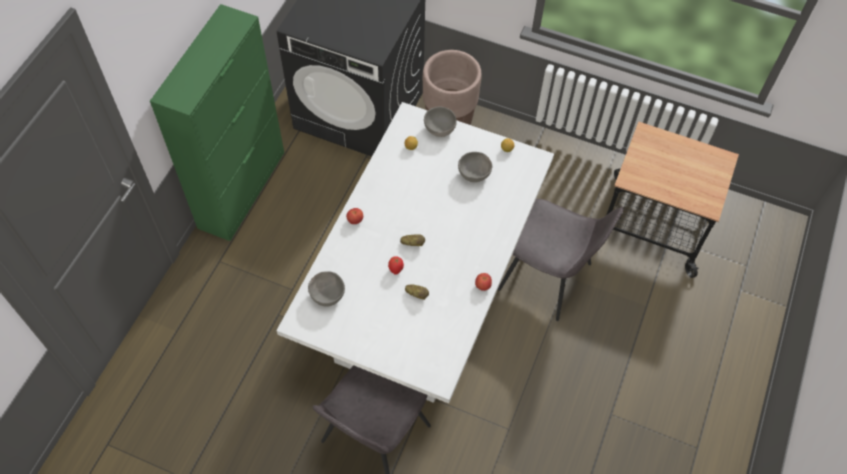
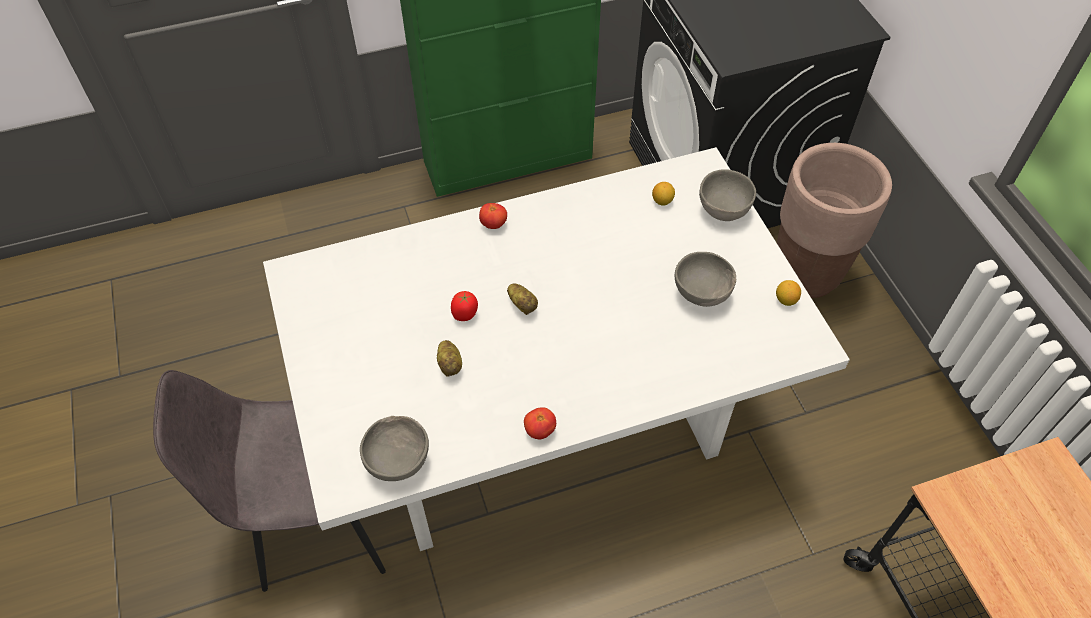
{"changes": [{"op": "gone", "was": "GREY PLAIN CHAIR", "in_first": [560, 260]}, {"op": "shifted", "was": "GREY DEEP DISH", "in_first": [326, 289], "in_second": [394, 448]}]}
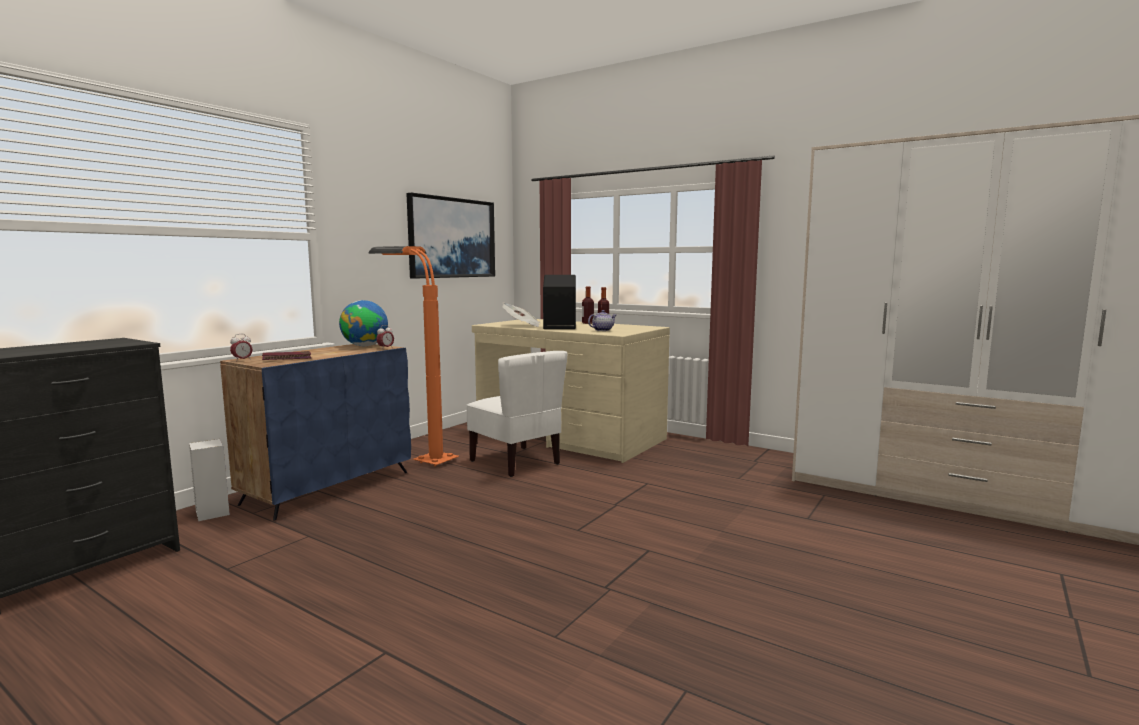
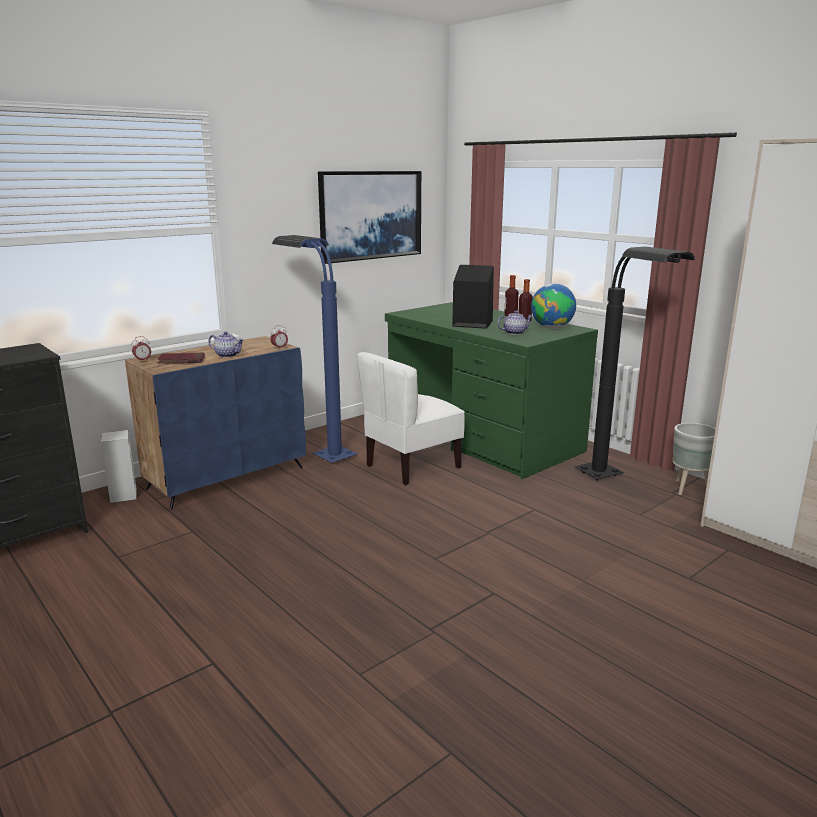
{"changes": [{"op": "repainted", "was": "ORANGE STANDARD LAMP", "now": "BLUE-COLOURED STANDARD LAMP", "in_first": [413, 356], "in_second": [314, 349]}, {"op": "shifted", "was": "DESK GLOBE", "in_first": [363, 323], "in_second": [553, 306]}, {"op": "gone", "was": "NEWSPAPER", "in_first": [521, 314]}, {"op": "repainted", "was": "BEIGE-COLOURED DESK", "now": "GREENISH DESK", "in_first": [571, 391], "in_second": [491, 390]}, {"op": "rotated", "was": "WHITISH PLAIN CHAIR", "in_first": [517, 414], "in_second": [411, 418], "clockwise": 75}, {"op": "new", "now": "BLACK STANDARD LAMP", "in_second": [635, 363]}, {"op": "new", "now": "TEAPOT", "in_second": [226, 345]}, {"op": "new", "now": "GREY FLOWER POT", "in_second": [694, 459]}]}
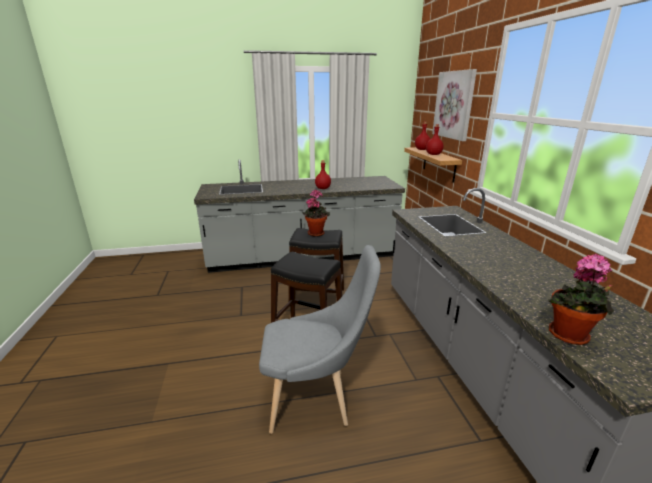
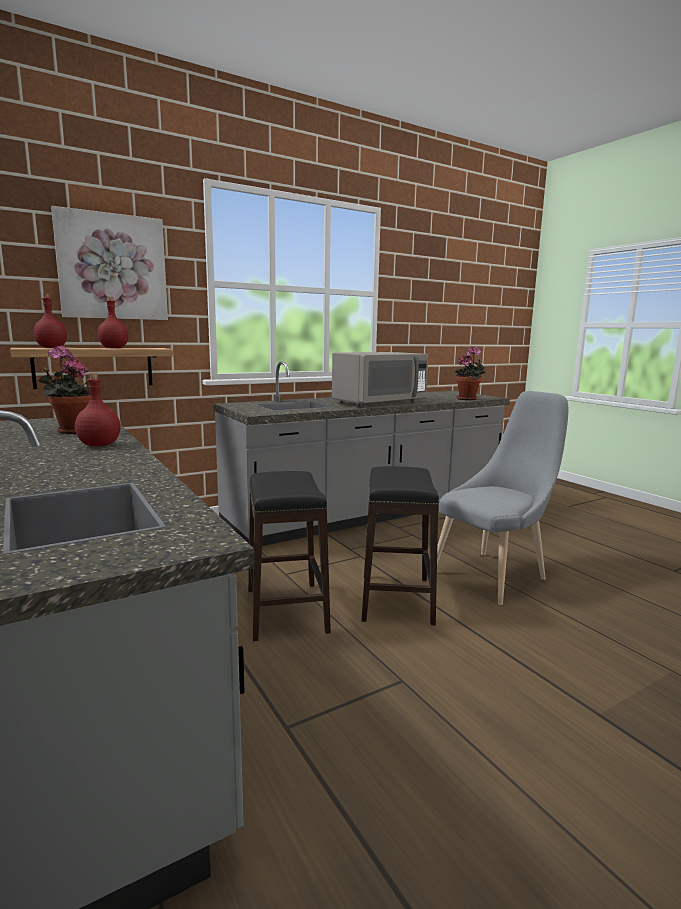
{"changes": [{"op": "shifted", "was": "PLANT IN A POT", "in_first": [316, 213], "in_second": [64, 389]}, {"op": "rotated", "was": "GREY PLAIN CHAIR", "in_first": [320, 339], "in_second": [502, 498], "clockwise": 75}, {"op": "new", "now": "GREY MICROWAVE OVEN", "in_second": [380, 379]}]}
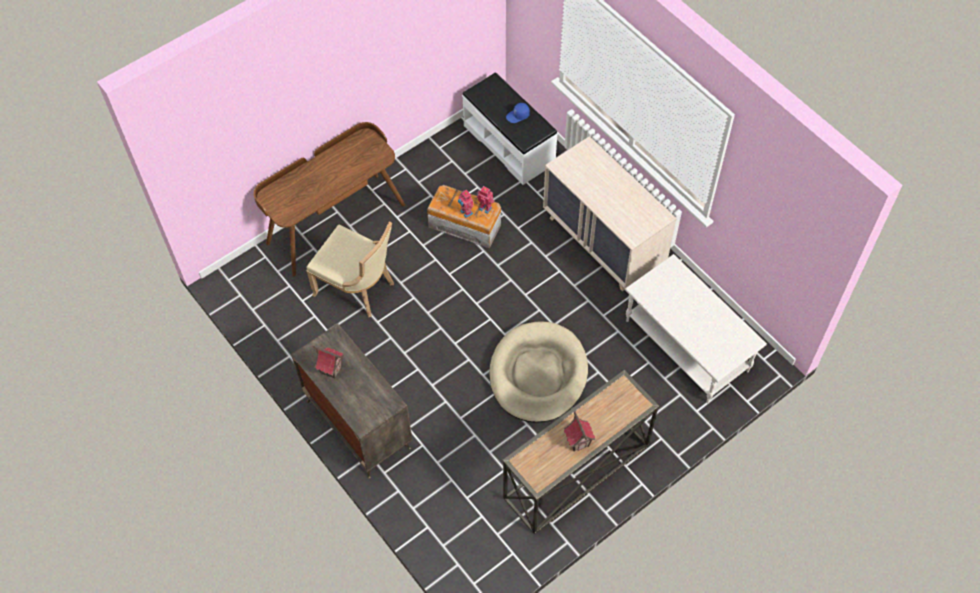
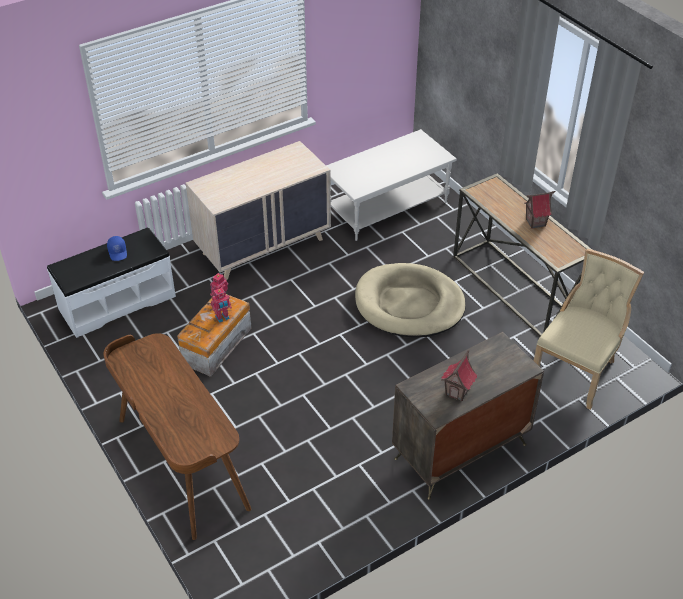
{"changes": [{"op": "shifted", "was": "BEIGE-COLOURED PLAIN CHAIR", "in_first": [350, 269], "in_second": [589, 329]}]}
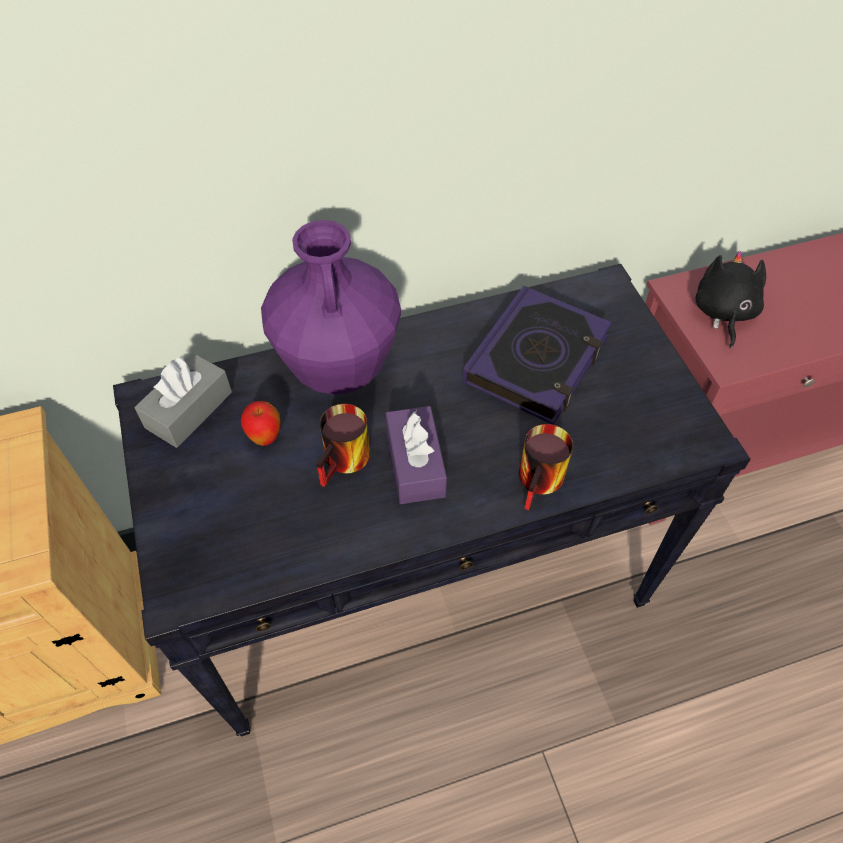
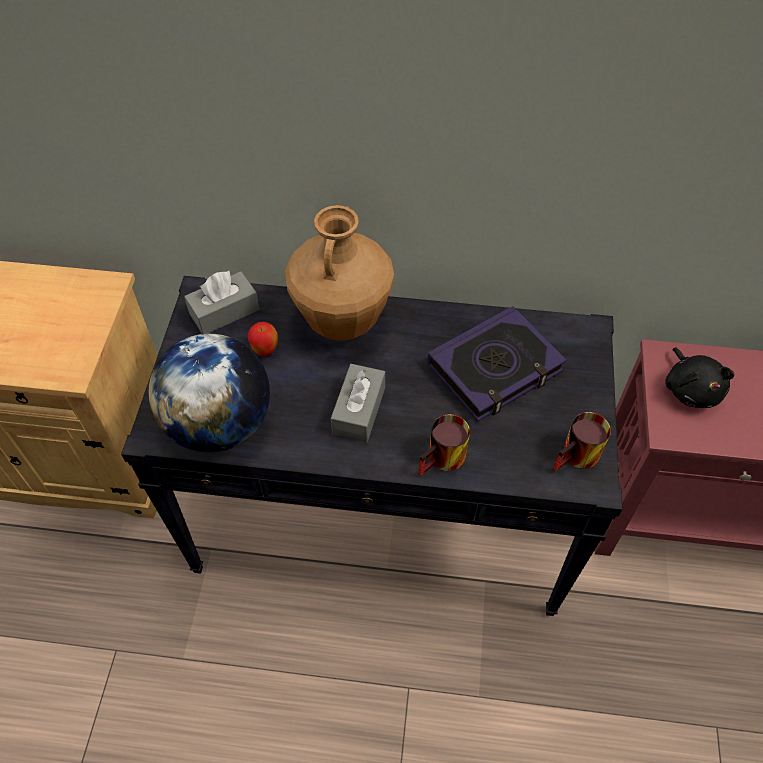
{"changes": [{"op": "repainted", "was": "PURPLE DECORATIVE VASE", "now": "BROWN-COLOURED DECORATIVE VASE", "in_first": [331, 307], "in_second": [339, 273]}, {"op": "rotated", "was": "BLACK SOFT TOY", "in_first": [731, 299], "in_second": [699, 377], "clockwise": 135}, {"op": "shifted", "was": "TEA MUG", "in_first": [343, 445], "in_second": [582, 441]}, {"op": "repainted", "was": "PURPLE TISSUE HOLDER", "now": "GREY TISSUE HOLDER", "in_first": [416, 455], "in_second": [358, 403]}, {"op": "new", "now": "DESK GLOBE", "in_second": [209, 393]}]}
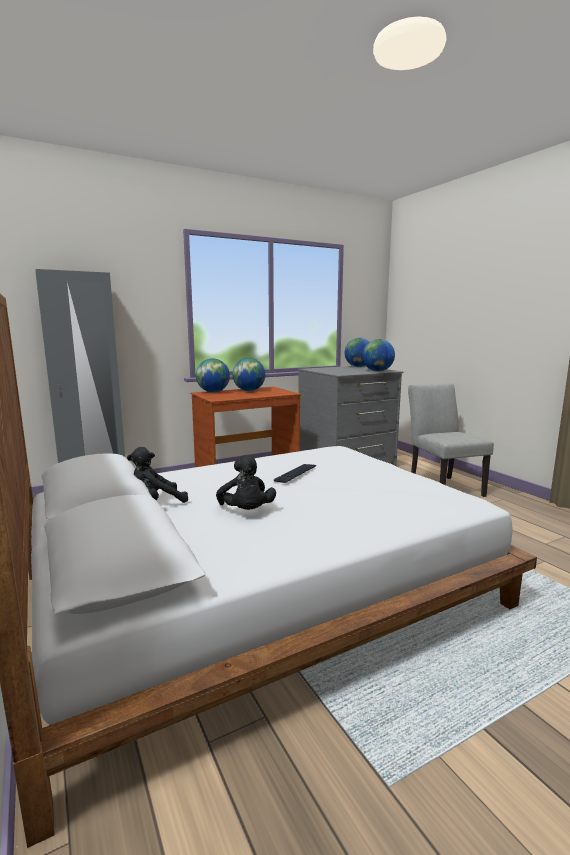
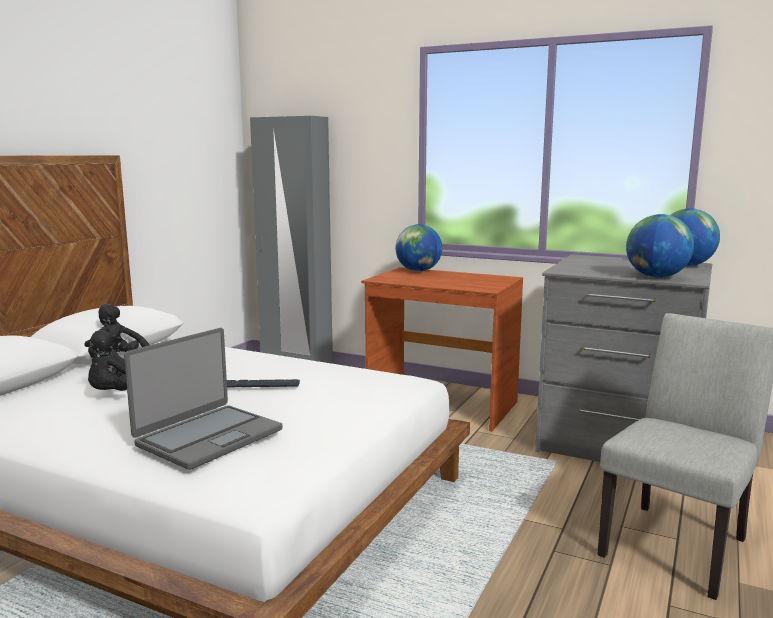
{"changes": [{"op": "gone", "was": "DESK GLOBE", "in_first": [248, 374]}, {"op": "new", "now": "PORTABLE COMPUTER", "in_second": [203, 399]}]}
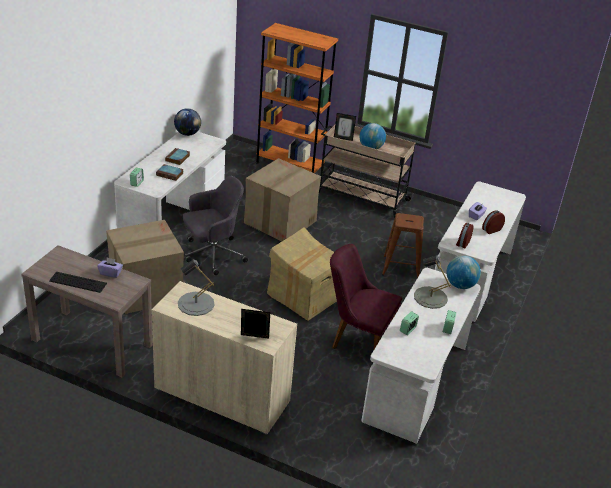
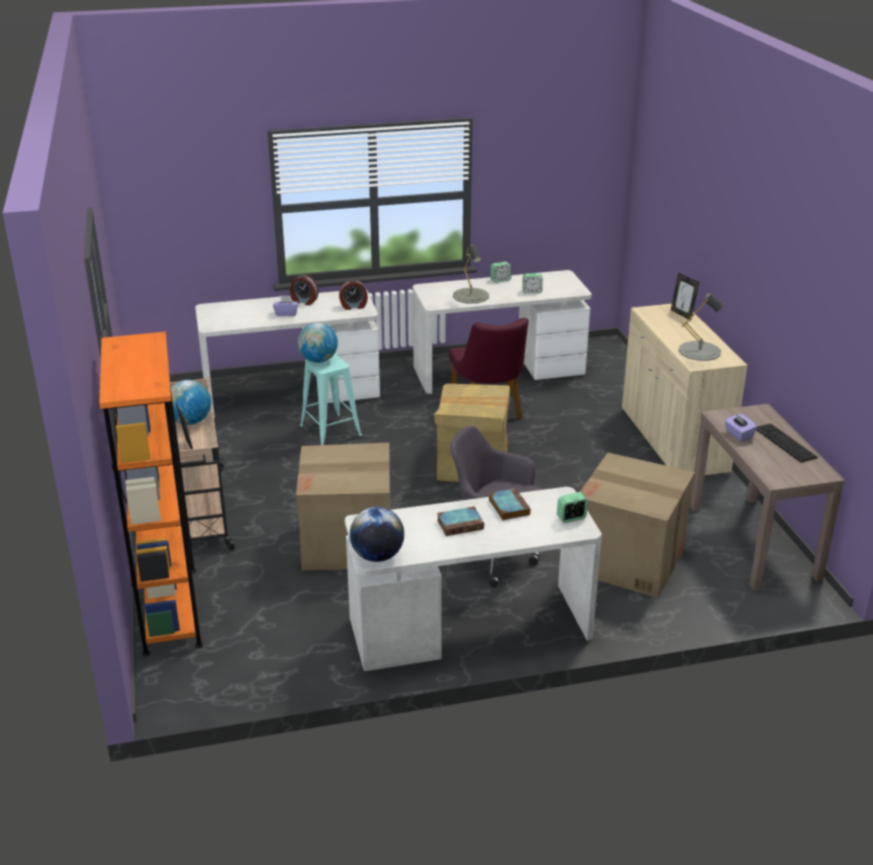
{"changes": [{"op": "repainted", "was": "BROWN-COLOURED STOOL", "now": "TURQUOISE STOOL", "in_first": [403, 245], "in_second": [331, 399]}, {"op": "shifted", "was": "DESK GLOBE", "in_first": [463, 272], "in_second": [318, 343]}]}
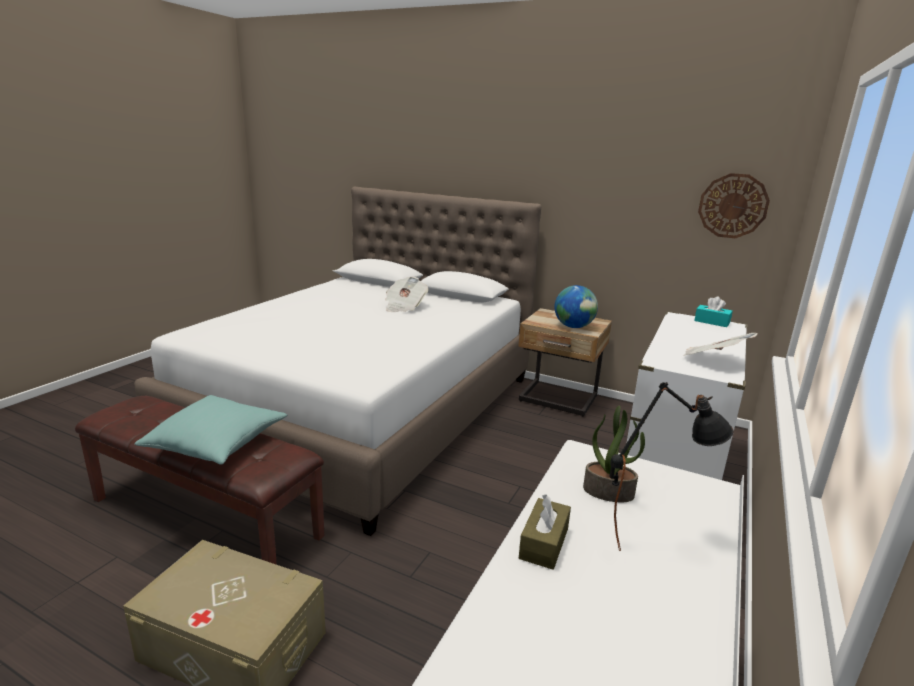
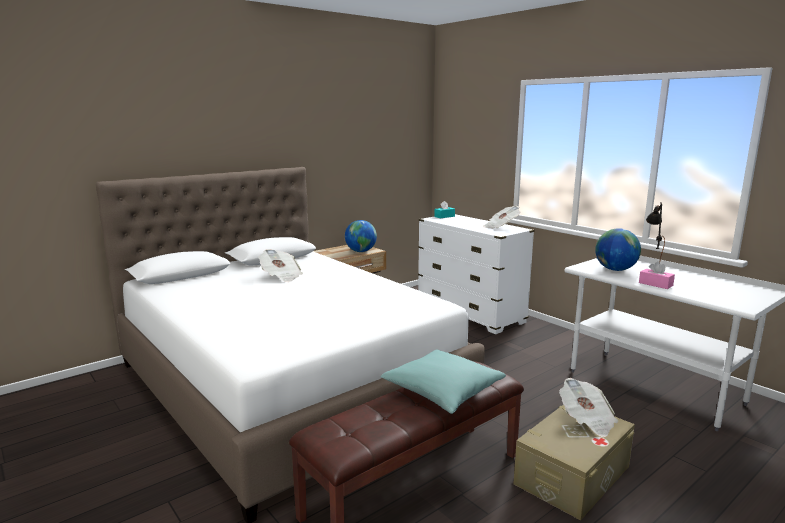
{"changes": [{"op": "gone", "was": "CLOCK ON THE WALL", "in_first": [734, 205]}, {"op": "swapped", "was": "PLANT IN A POT", "now": "DESK GLOBE", "in_first": [614, 454], "in_second": [618, 249]}, {"op": "repainted", "was": "BROWN-COLOURED TISSUE HOLDER", "now": "PINKISH TISSUE HOLDER", "in_first": [545, 532], "in_second": [657, 275]}, {"op": "new", "now": "NEWSPAPER", "in_second": [588, 408]}]}
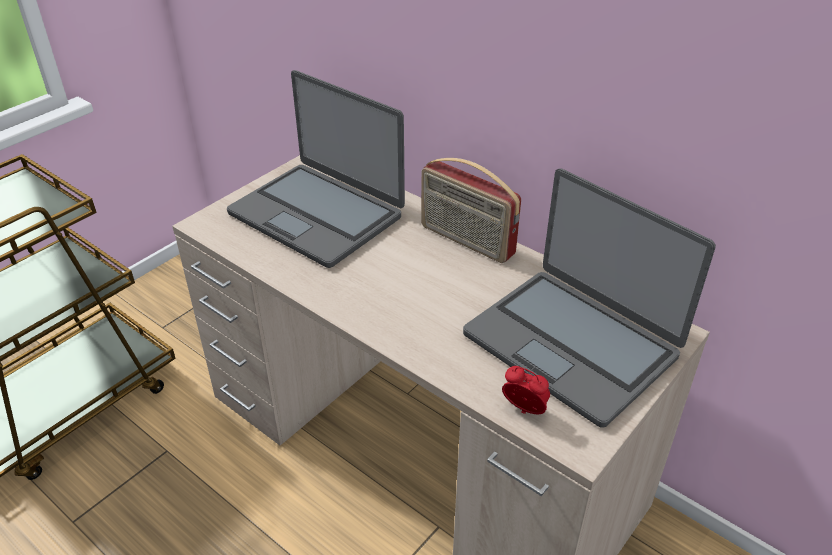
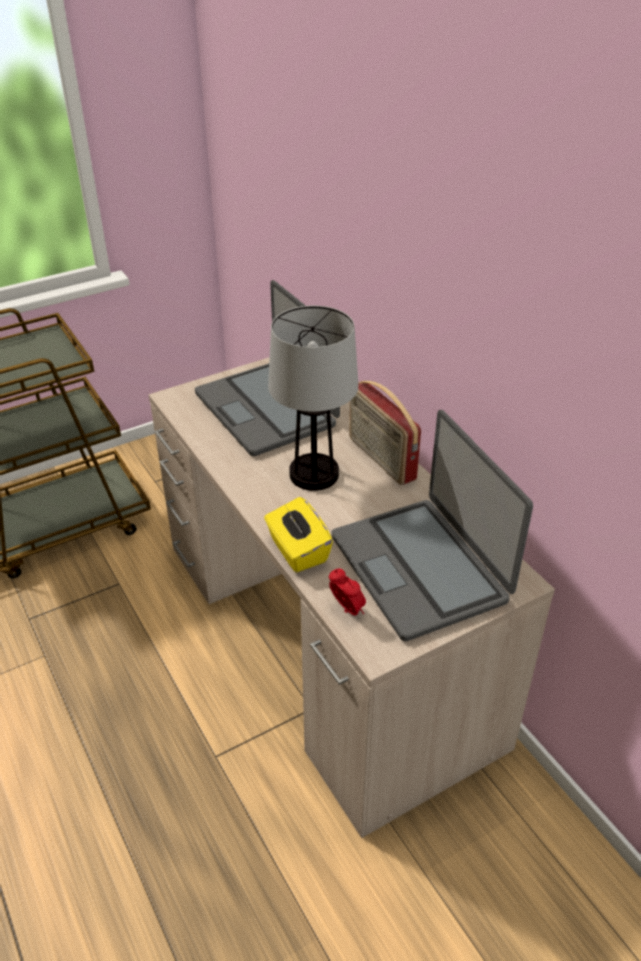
{"changes": [{"op": "new", "now": "LAMP FOR A TABLE", "in_second": [313, 398]}, {"op": "new", "now": "YELLOWISH TISSUE HOLDER", "in_second": [298, 535]}]}
